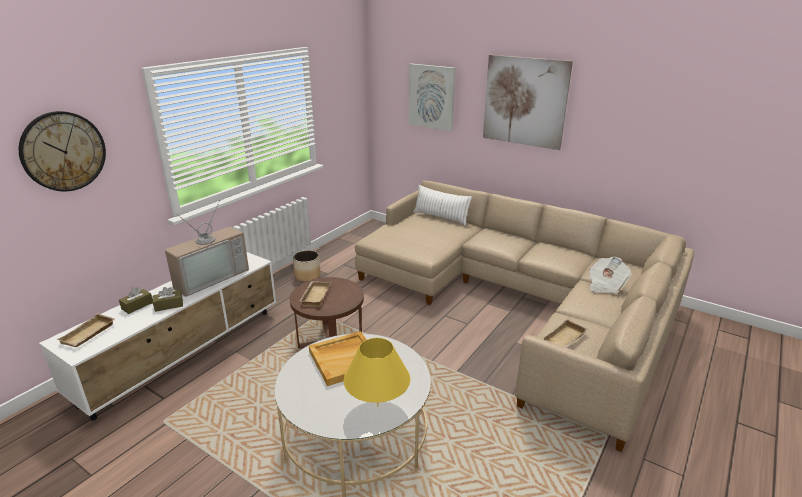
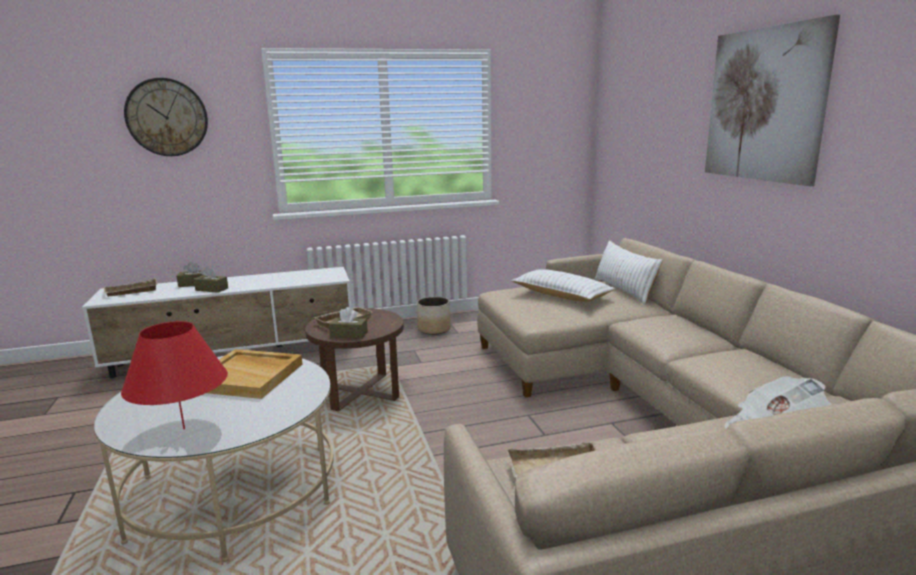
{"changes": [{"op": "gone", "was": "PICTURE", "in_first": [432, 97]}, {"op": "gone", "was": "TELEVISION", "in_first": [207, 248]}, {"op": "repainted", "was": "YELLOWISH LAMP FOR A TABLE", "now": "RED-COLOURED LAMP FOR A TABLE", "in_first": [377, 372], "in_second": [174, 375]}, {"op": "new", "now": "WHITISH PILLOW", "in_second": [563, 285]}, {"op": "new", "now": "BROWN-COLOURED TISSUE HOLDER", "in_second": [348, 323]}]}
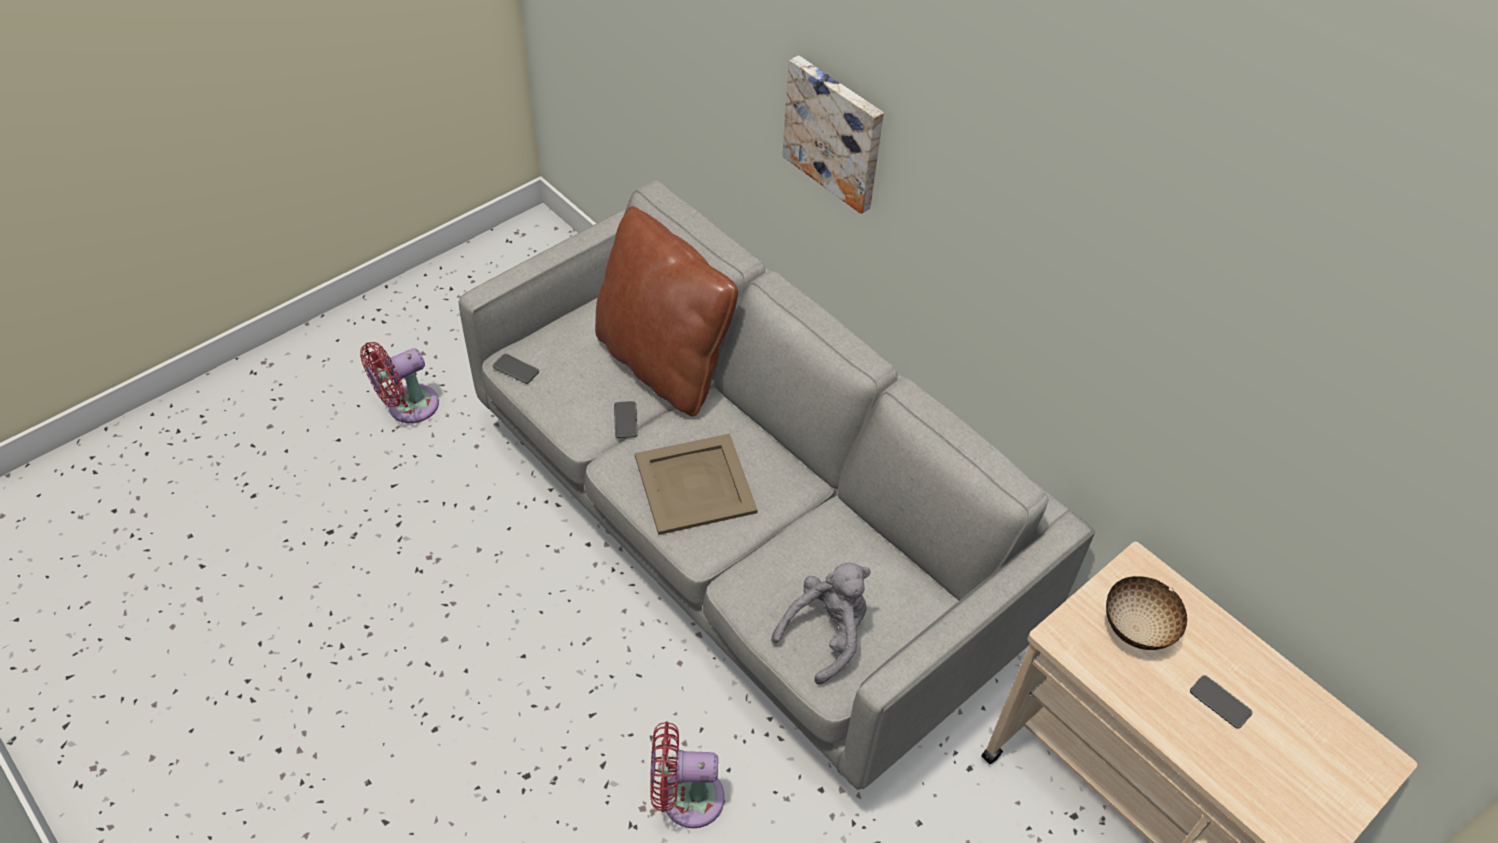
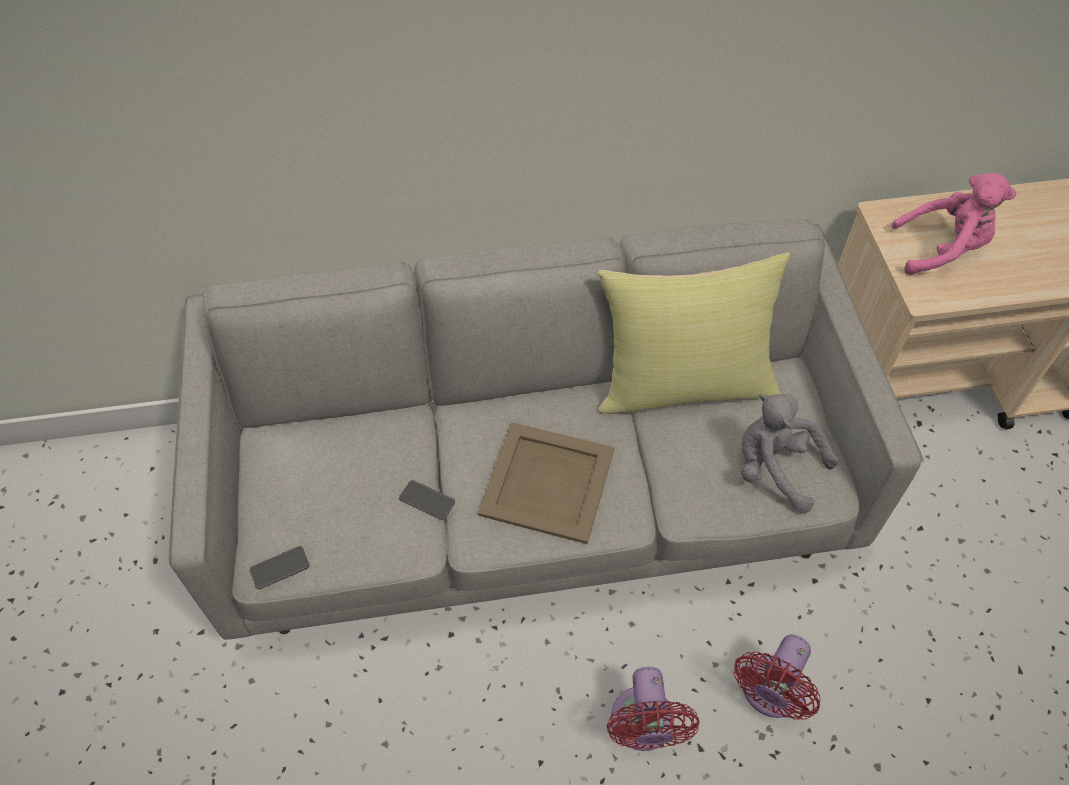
{"changes": [{"op": "gone", "was": "PICTURE", "in_first": [833, 134]}, {"op": "gone", "was": "BROWN-COLOURED PILLOW", "in_first": [666, 311]}, {"op": "shifted", "was": "RED-COLOURED COOLING FAN", "in_first": [399, 382], "in_second": [653, 709]}, {"op": "rotated", "was": "GREY SOFT TOY", "in_first": [821, 624], "in_second": [789, 453], "clockwise": -45}, {"op": "swapped", "was": "DEEP DISH", "now": "PINKISH SOFT TOY", "in_first": [1146, 613], "in_second": [953, 224]}, {"op": "gone", "was": "PHONE", "in_first": [1221, 702]}, {"op": "new", "now": "YELLOWISH PILLOW", "in_second": [693, 333]}]}
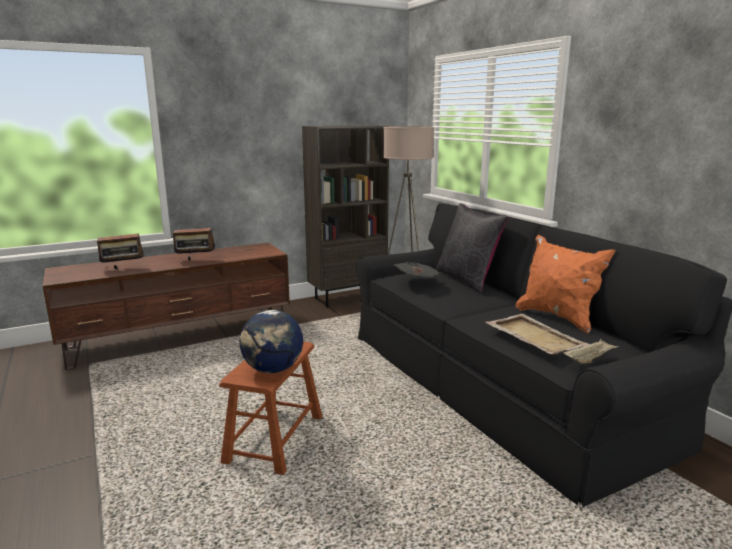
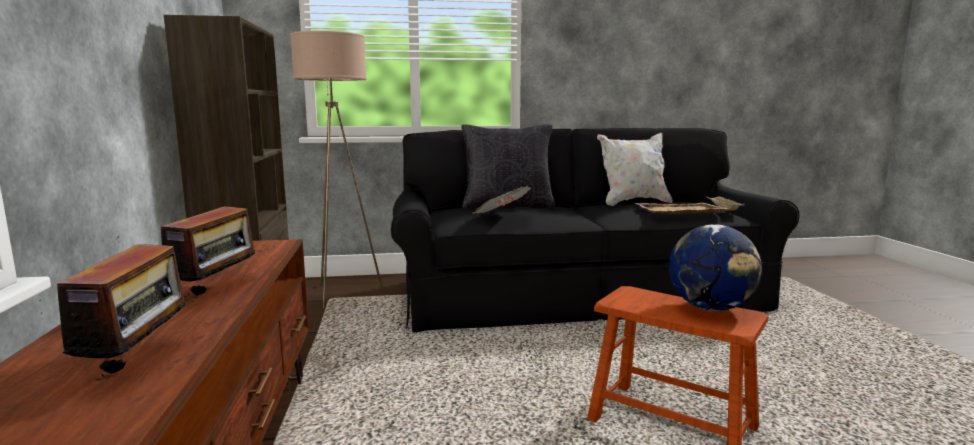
{"changes": [{"op": "repainted", "was": "ORANGE PILLOW", "now": "WHITISH PILLOW", "in_first": [565, 284], "in_second": [634, 169]}]}
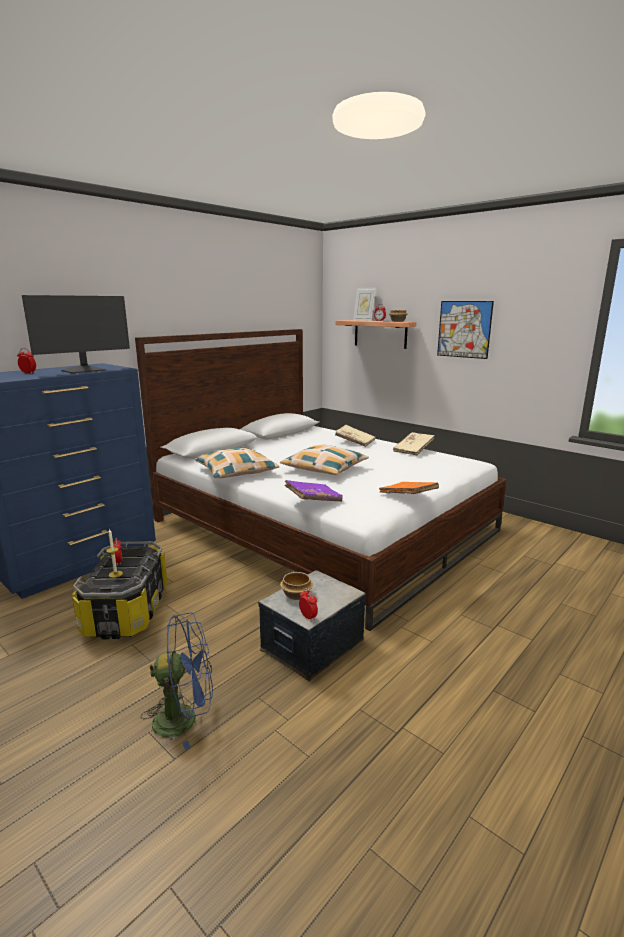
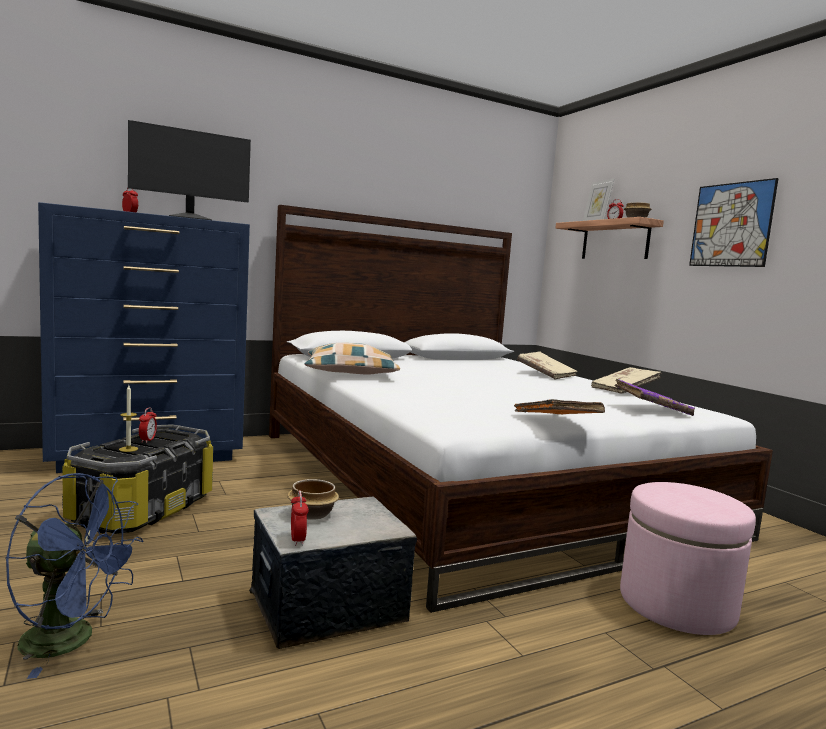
{"changes": [{"op": "gone", "was": "PILLOW", "in_first": [324, 460]}, {"op": "shifted", "was": "PURPLE VOLUME", "in_first": [314, 491], "in_second": [654, 397]}, {"op": "new", "now": "PINKISH POUFFE", "in_second": [688, 558]}]}
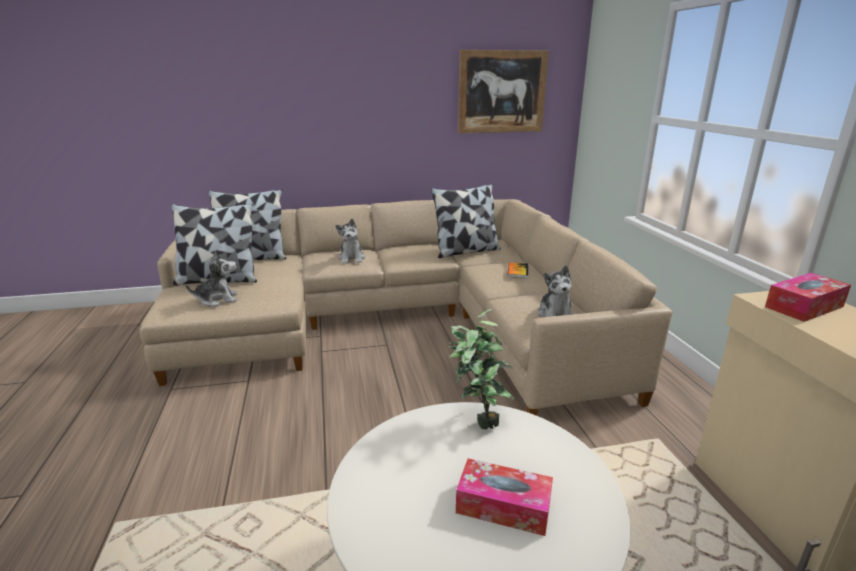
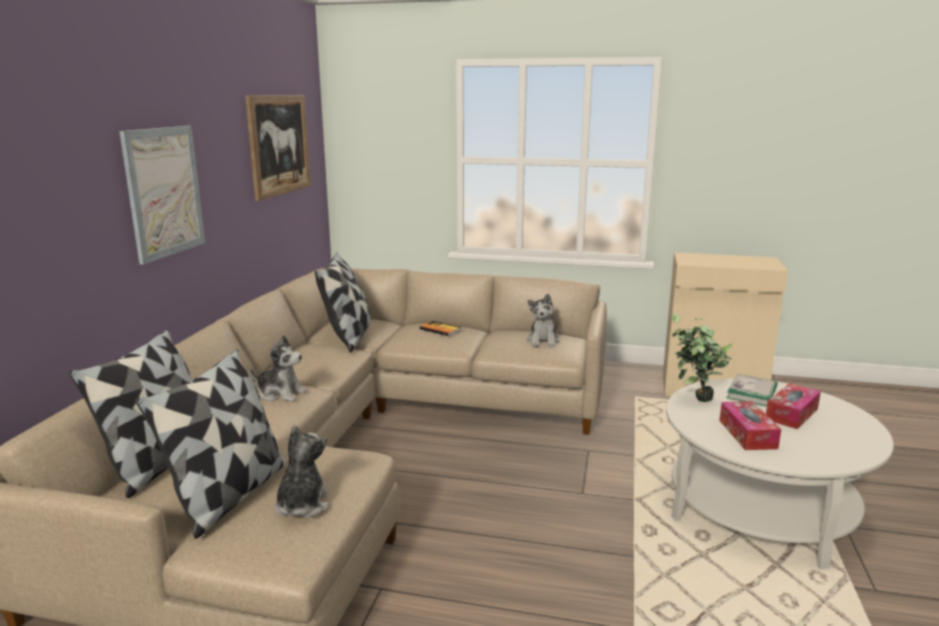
{"changes": [{"op": "rotated", "was": "SOFT TOY", "in_first": [555, 291], "in_second": [543, 321], "clockwise": 75}, {"op": "shifted", "was": "TISSUE HOLDER", "in_first": [808, 297], "in_second": [750, 425]}, {"op": "new", "now": "PICTURE", "in_second": [162, 195]}, {"op": "new", "now": "VOLUME", "in_second": [752, 390]}]}
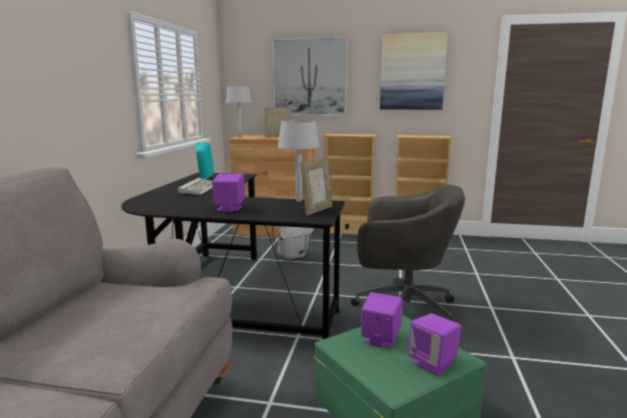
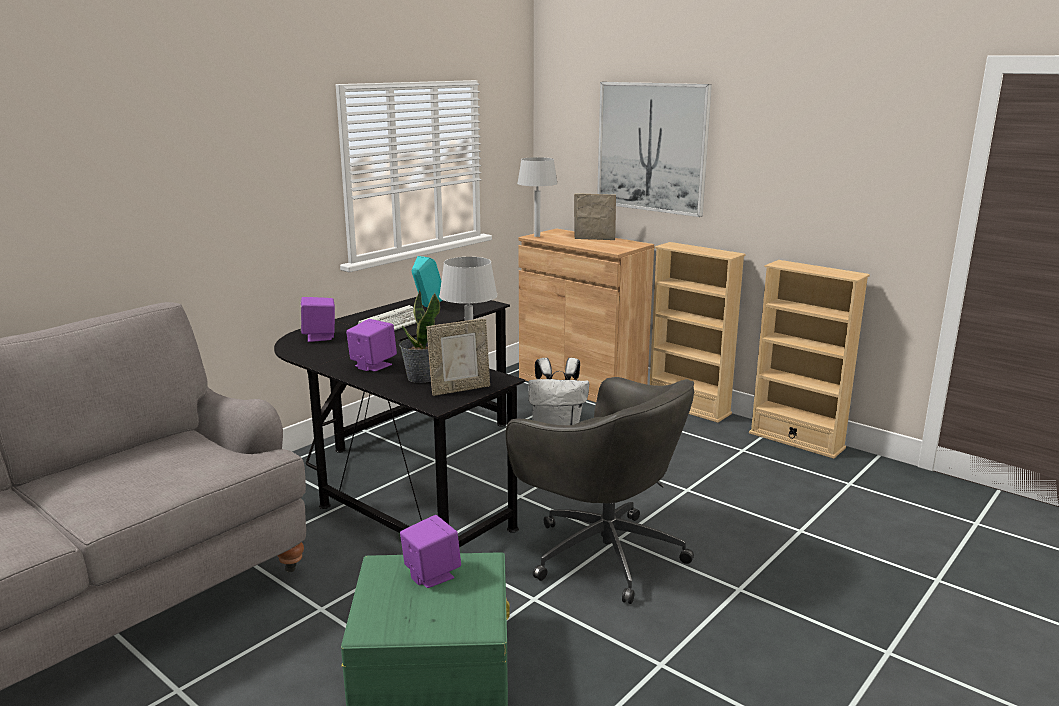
{"changes": [{"op": "gone", "was": "PICTURE", "in_first": [414, 71]}, {"op": "shifted", "was": "PURPLE AUDIO SPEAKER", "in_first": [434, 344], "in_second": [318, 319]}, {"op": "new", "now": "PLANT IN A POT", "in_second": [419, 336]}]}
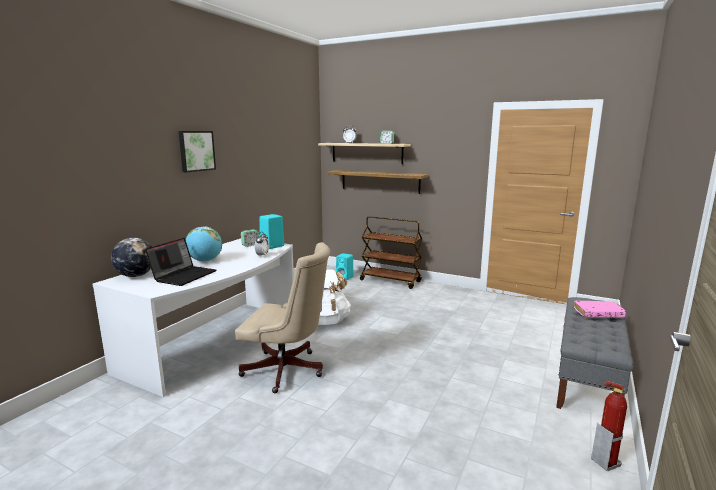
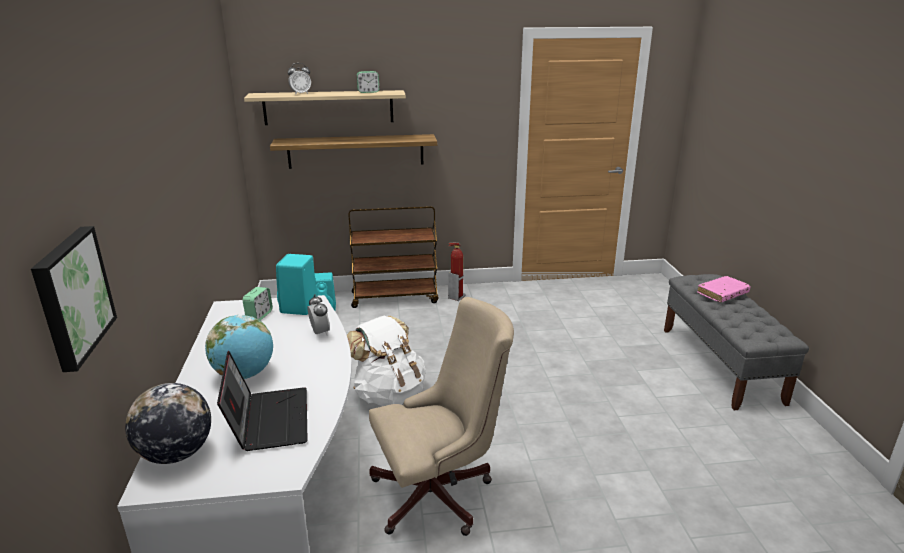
{"changes": [{"op": "shifted", "was": "PICTURE", "in_first": [197, 151], "in_second": [74, 299]}, {"op": "shifted", "was": "FIRE-FIGHTING CYLINDER", "in_first": [609, 426], "in_second": [457, 272]}]}
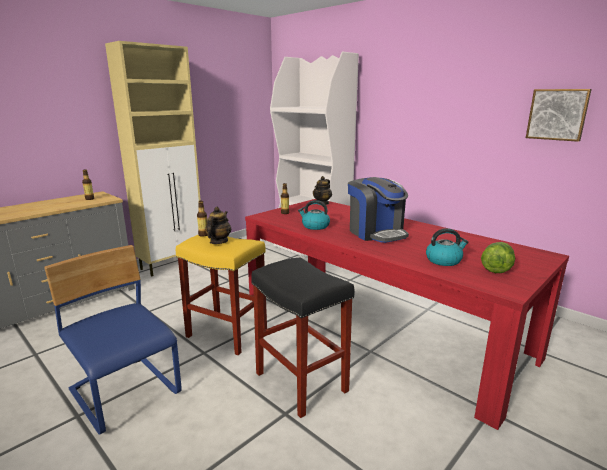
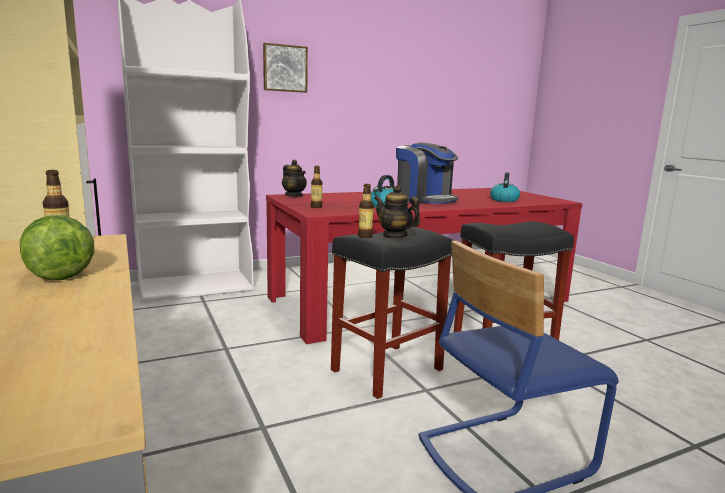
{"changes": [{"op": "shifted", "was": "PICTURE", "in_first": [559, 115], "in_second": [285, 68]}, {"op": "rotated", "was": "COFFEE MAKER", "in_first": [378, 210], "in_second": [427, 173], "clockwise": 60}, {"op": "repainted", "was": "YELLOWISH STOOL", "now": "BLACK STOOL", "in_first": [221, 295], "in_second": [392, 313]}, {"op": "shifted", "was": "LETTUCE HEAD", "in_first": [498, 257], "in_second": [57, 247]}]}
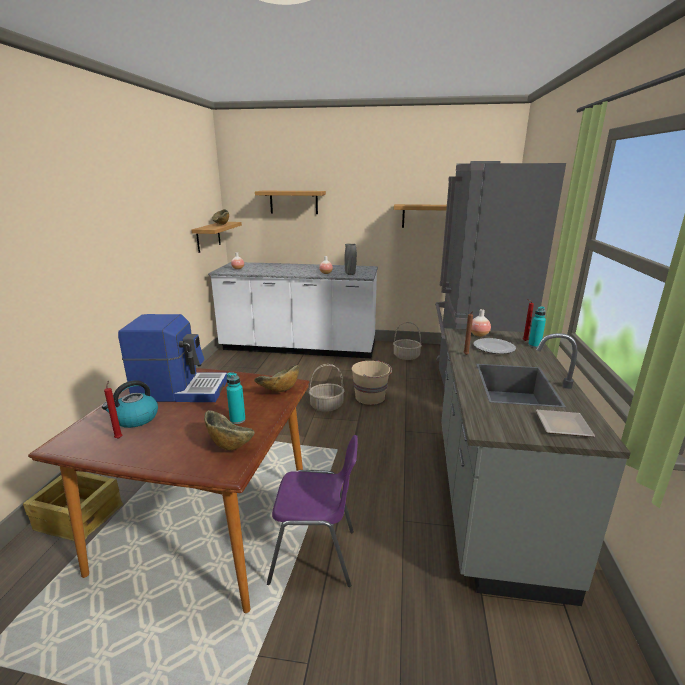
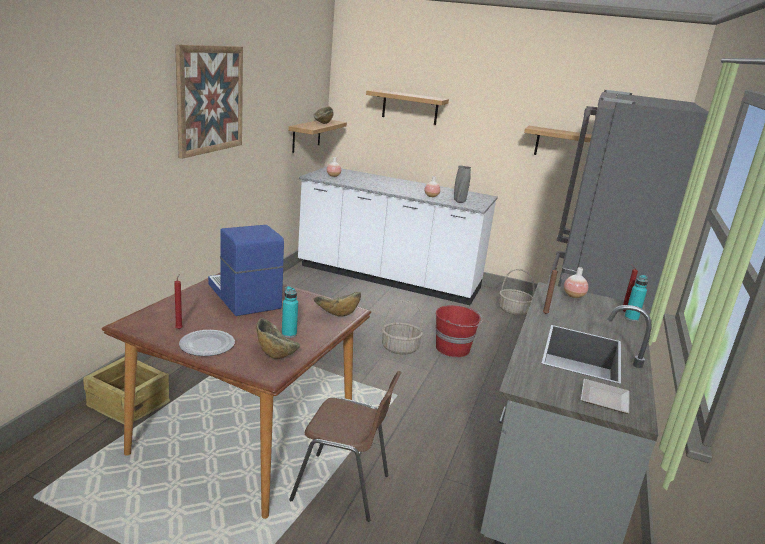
{"changes": [{"op": "rotated", "was": "COFFEE MAKER", "in_first": [172, 358], "in_second": [246, 270], "clockwise": -135}, {"op": "shifted", "was": "PLATE", "in_first": [495, 346], "in_second": [207, 343]}, {"op": "repainted", "was": "BEIGE-COLOURED BUCKET", "now": "RED-COLOURED BUCKET", "in_first": [372, 382], "in_second": [459, 331]}, {"op": "gone", "was": "WATER KETTLE", "in_first": [130, 404]}, {"op": "repainted", "was": "PURPLE PLAIN CHAIR", "now": "BROWN-COLOURED PLAIN CHAIR", "in_first": [312, 511], "in_second": [345, 446]}, {"op": "new", "now": "PICTURE", "in_second": [209, 101]}]}
